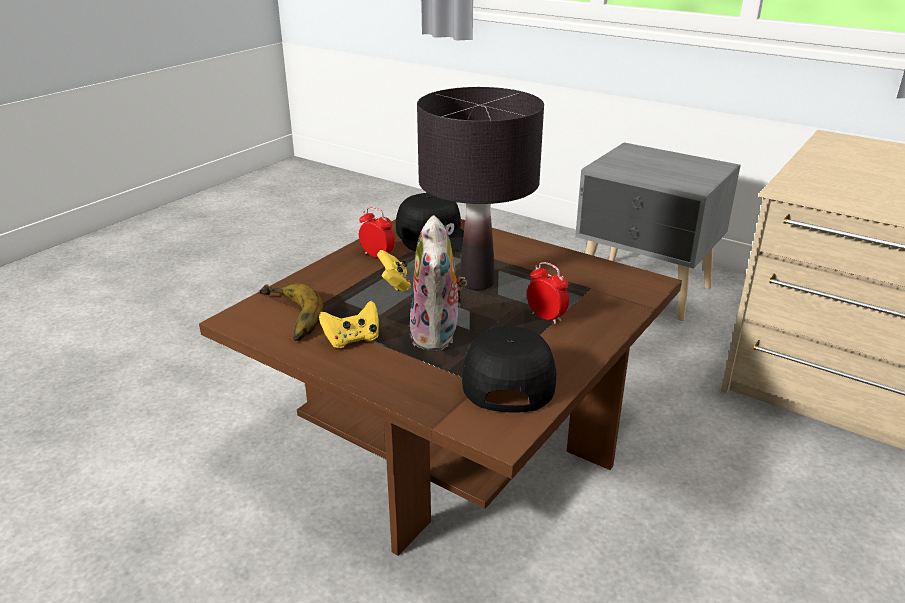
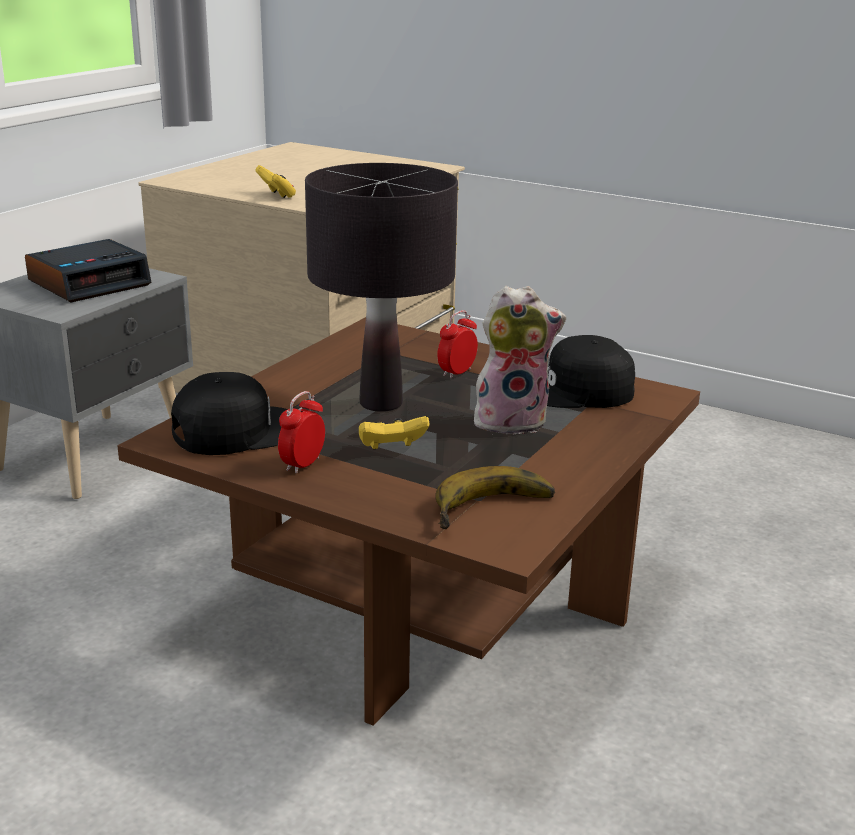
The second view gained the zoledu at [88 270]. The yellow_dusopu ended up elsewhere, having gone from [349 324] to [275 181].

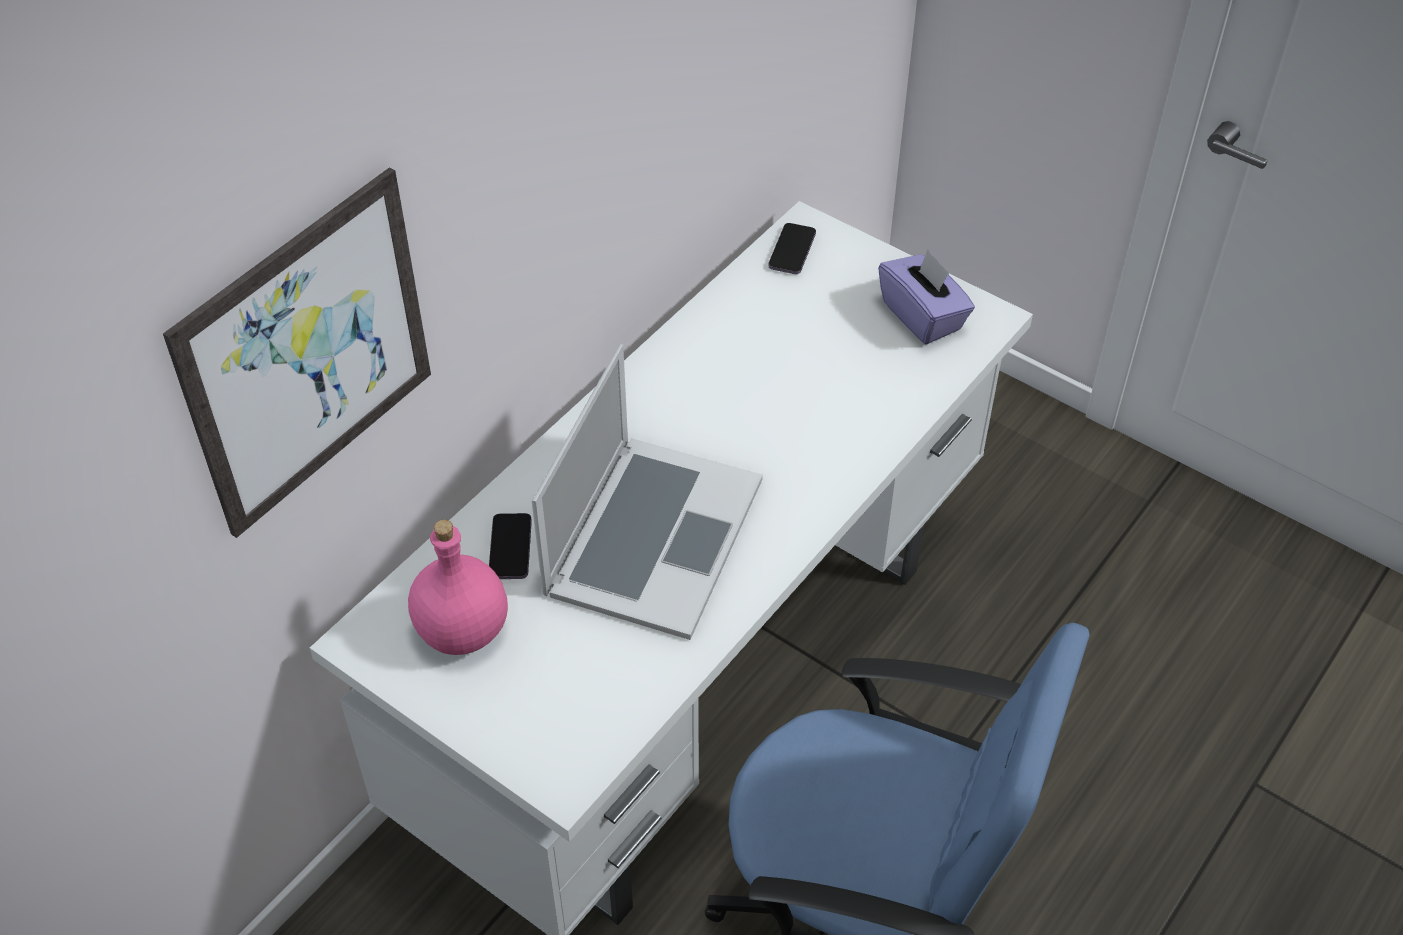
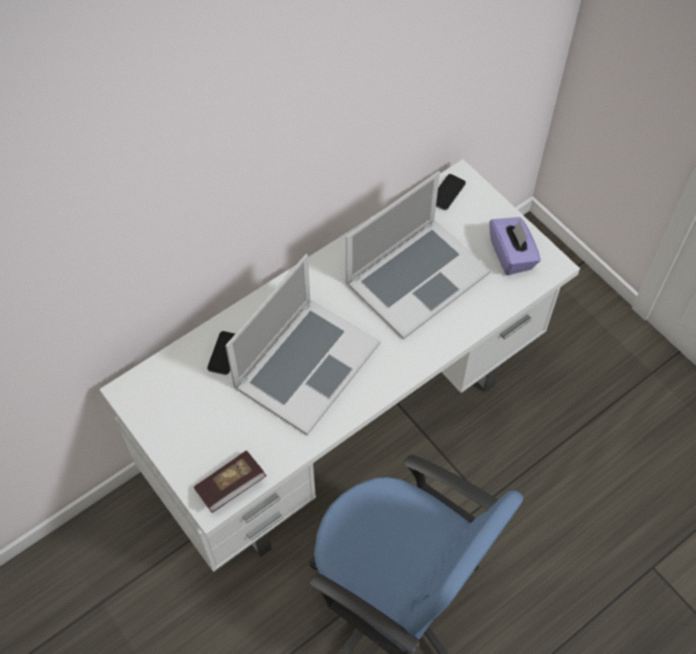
The second view lost the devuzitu at [297 352]. The second view lost the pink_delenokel at [458 587]. The second view gained the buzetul at [230 482]. The second view gained the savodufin at [418 255].

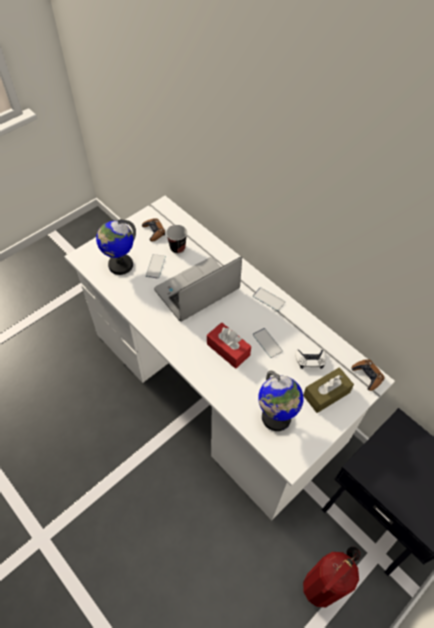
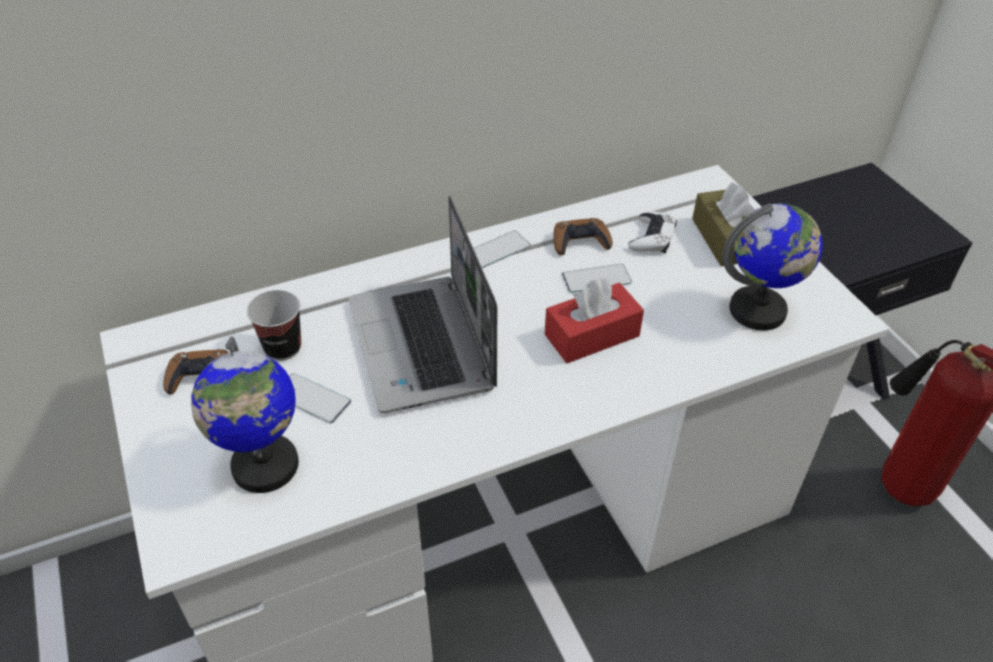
The brown_dusopu ended up elsewhere, having gone from [368 375] to [583 236].

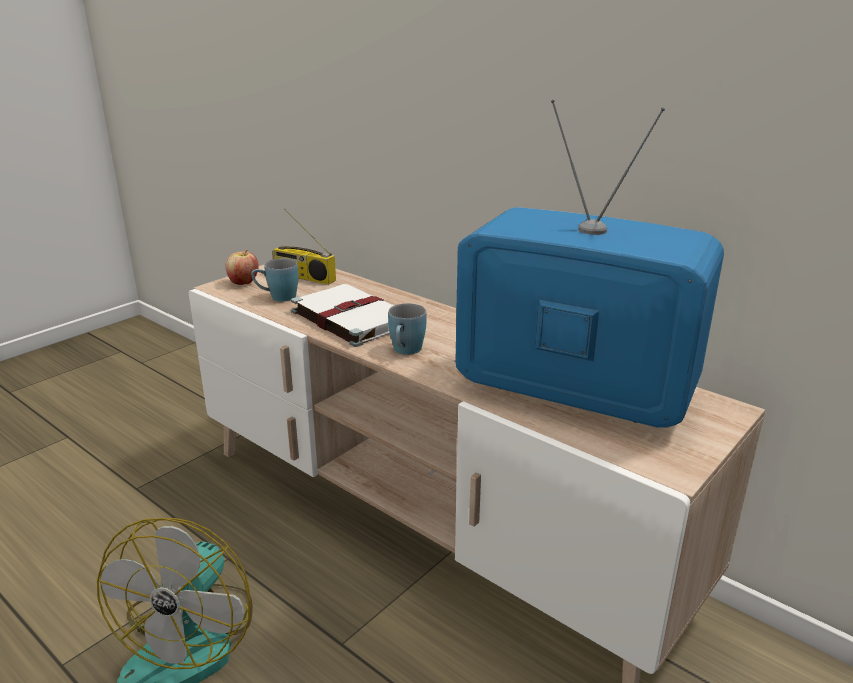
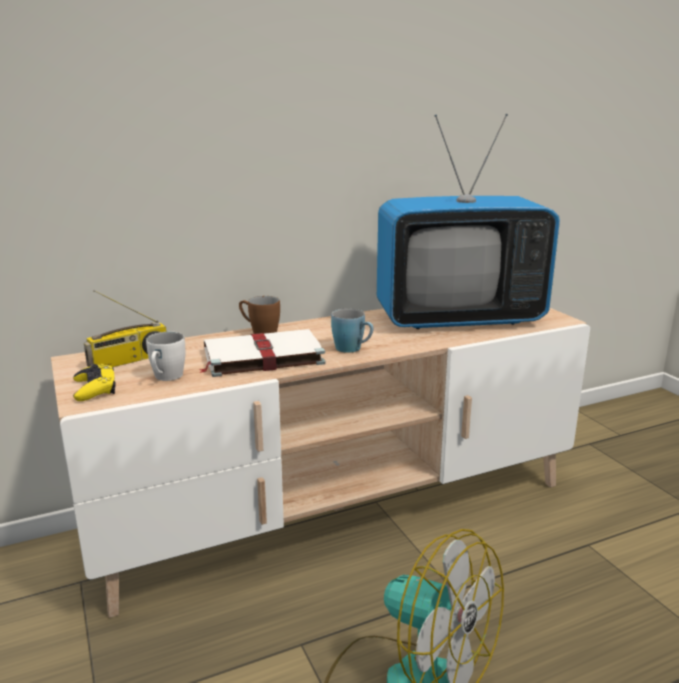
The second view gained the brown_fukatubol at [259 315]. Where the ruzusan stood at [242 267], the yellow_dusopu came to stand at [94 382]. What was the blue_fukatubol at [274 280] turned into the white_fukatubol at [166 356]. The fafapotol at [589 264] ended up facing another way, 150 degrees counterclockwise from before.

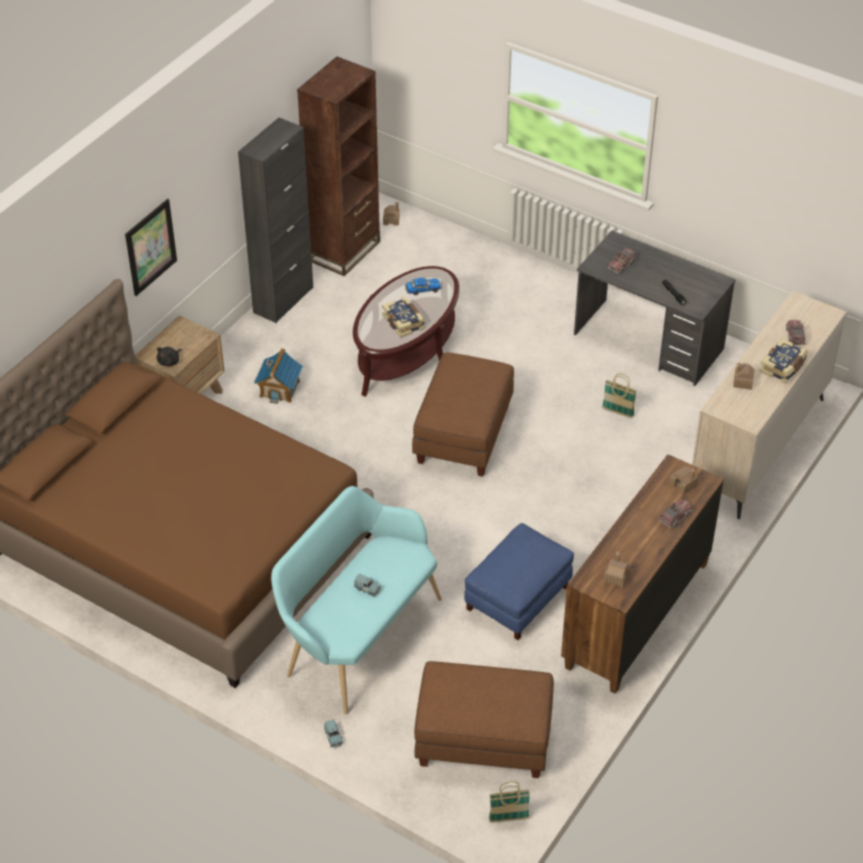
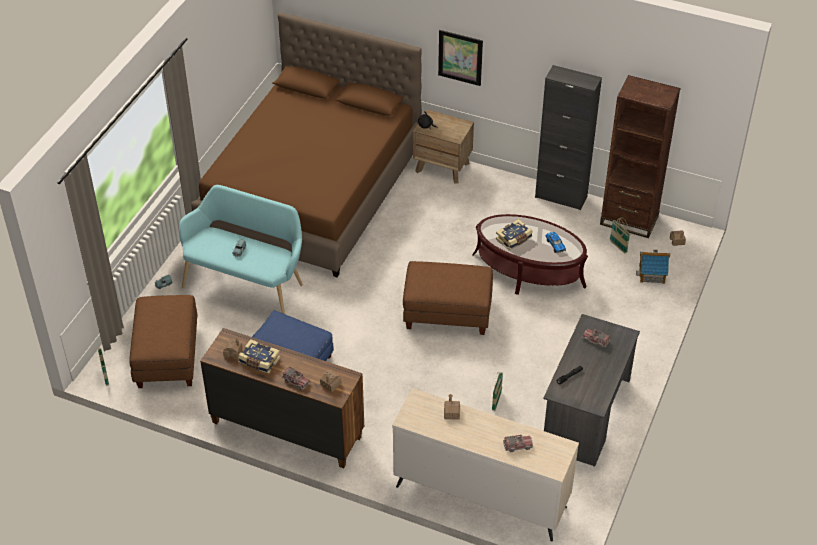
The second view gained the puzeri at [620 235]. The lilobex ended up elsewhere, having gone from [278 376] to [653 266]. The buzetul ended up elsewhere, having gone from [783 360] to [259 356].

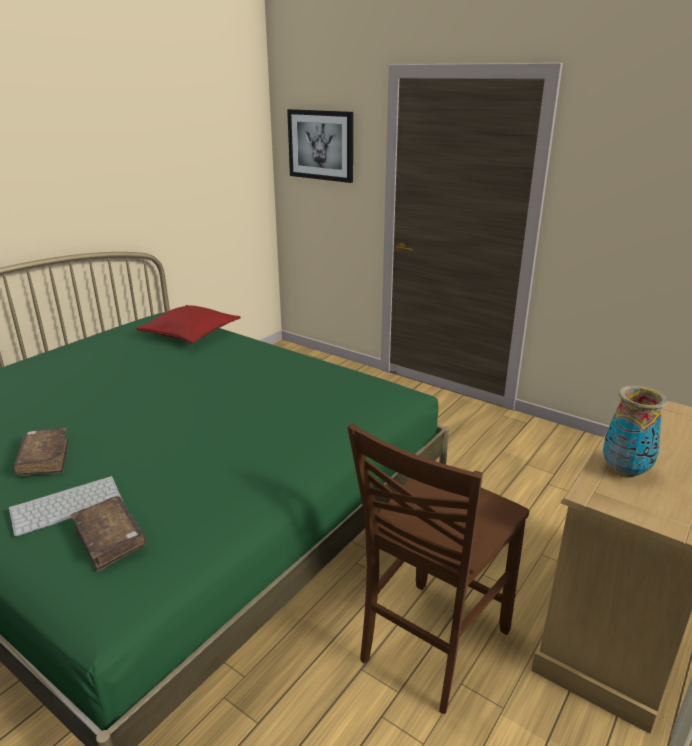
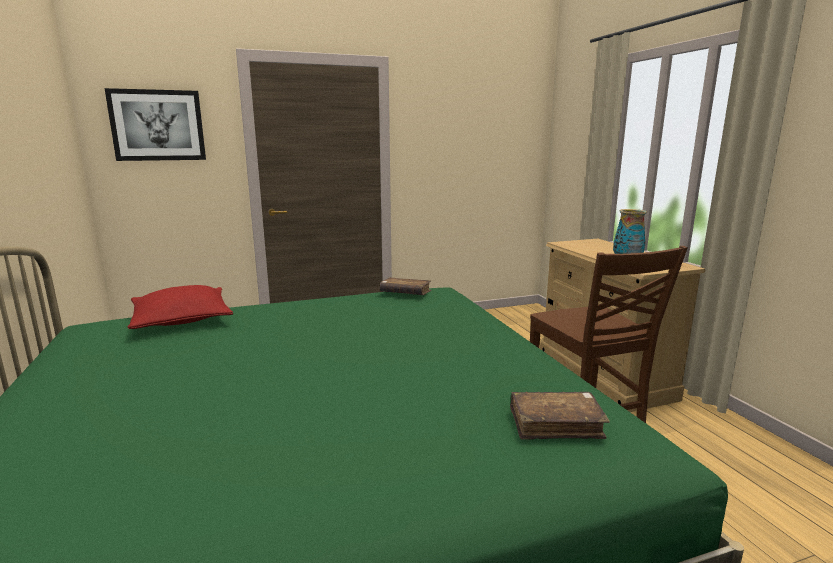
The second view lost the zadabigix at [66 506]. The brown_buzetul ended up elsewhere, having gone from [41 452] to [405 286].

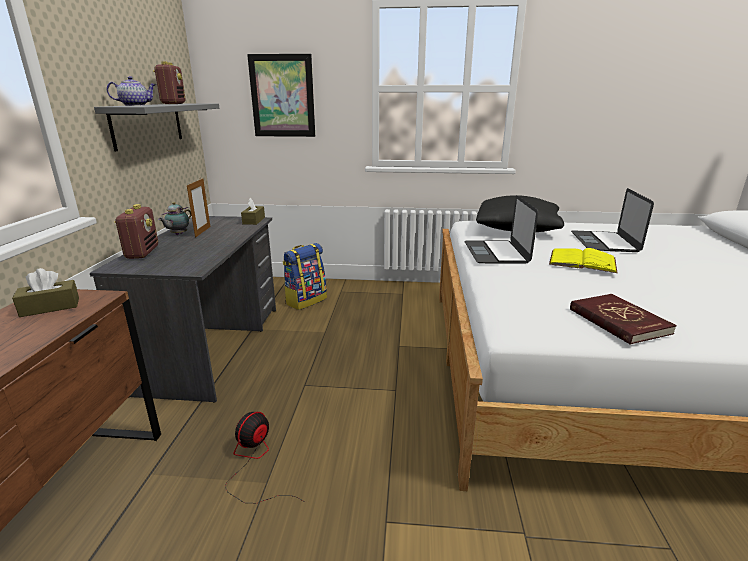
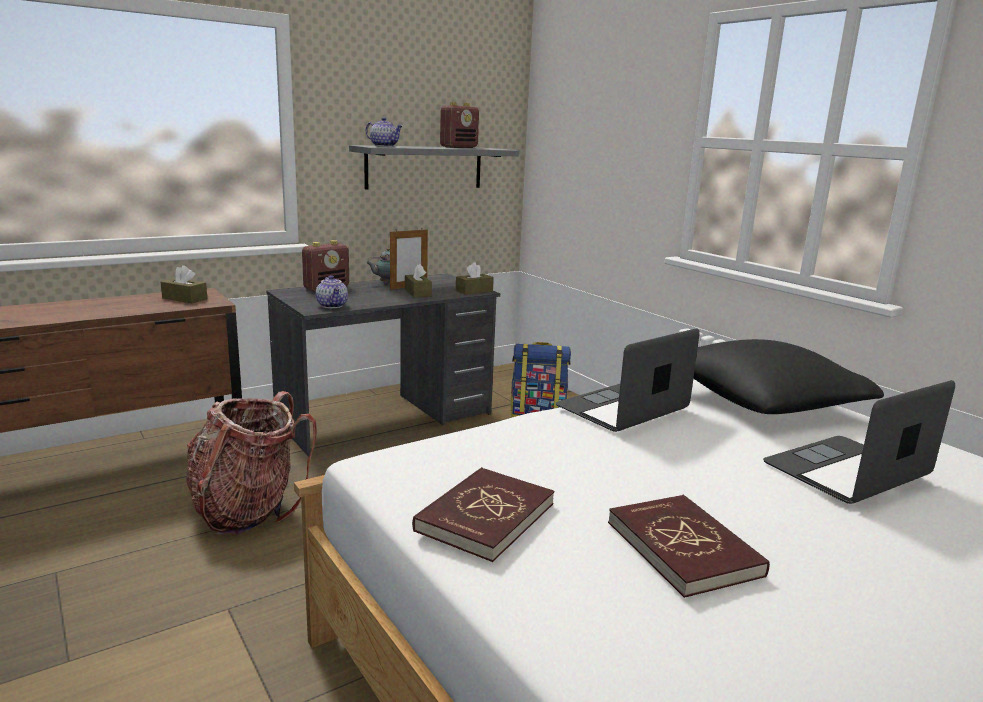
The second view lost the devuzitu at [281 95]. The second view lost the yellow_buzetul at [583 260]. The second view gained the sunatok at [332 291]. The second view gained the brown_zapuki at [418 280]. The second view gained the red_buzetul at [689 546]. Where the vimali stood at [265 457], the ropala came to stand at [252 463].

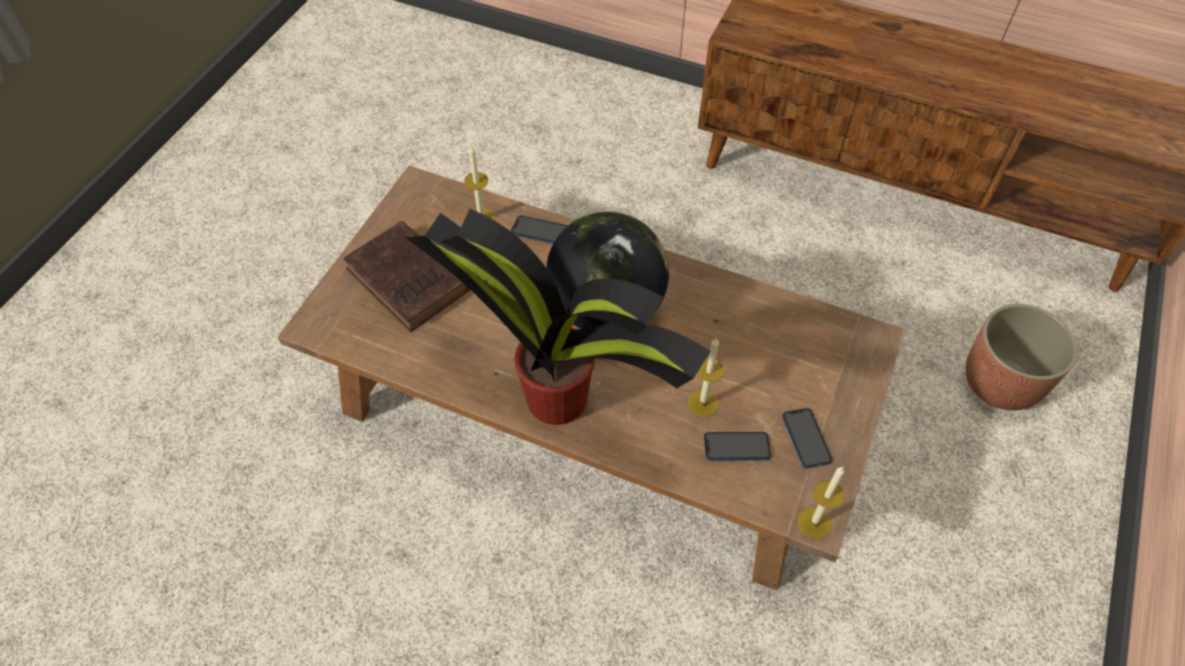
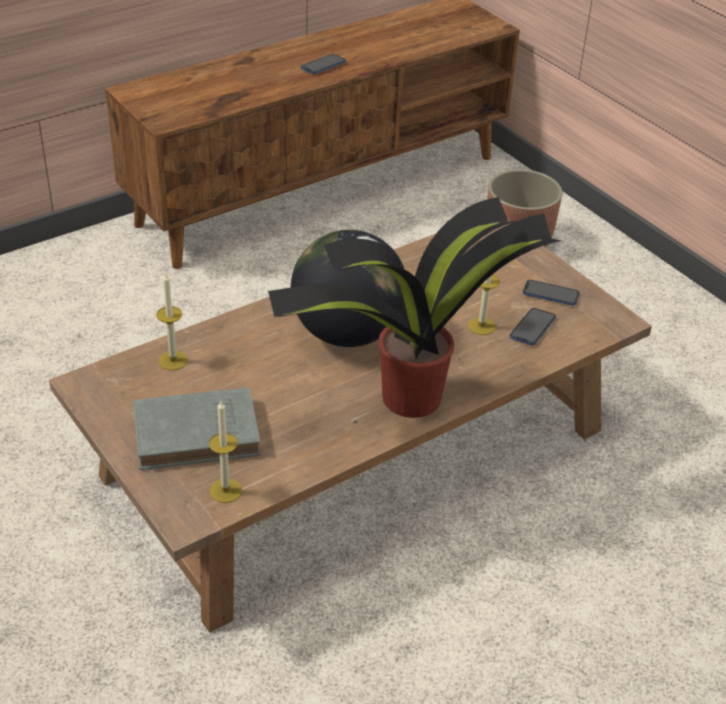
The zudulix ended up elsewhere, having gone from [539 229] to [323 64]. The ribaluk ended up elsewhere, having gone from [820 502] to [225 452]. What was the brown_buzetul at [406 276] turned into the grey_buzetul at [197 428].

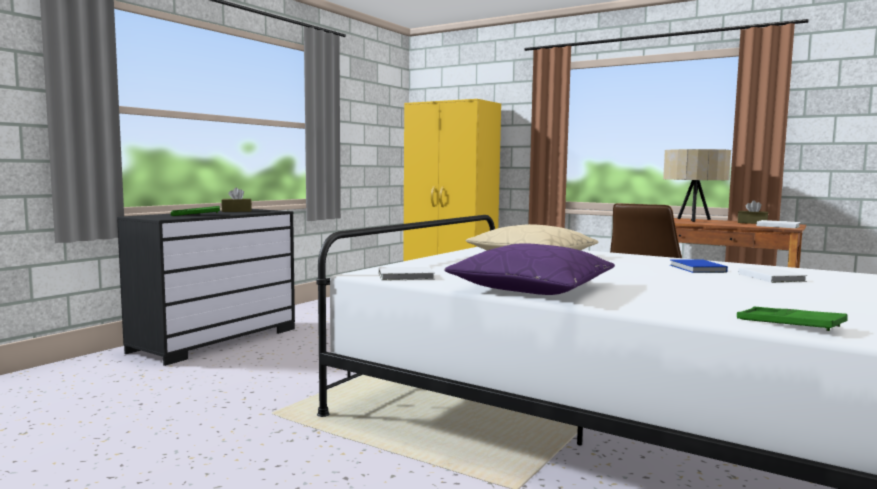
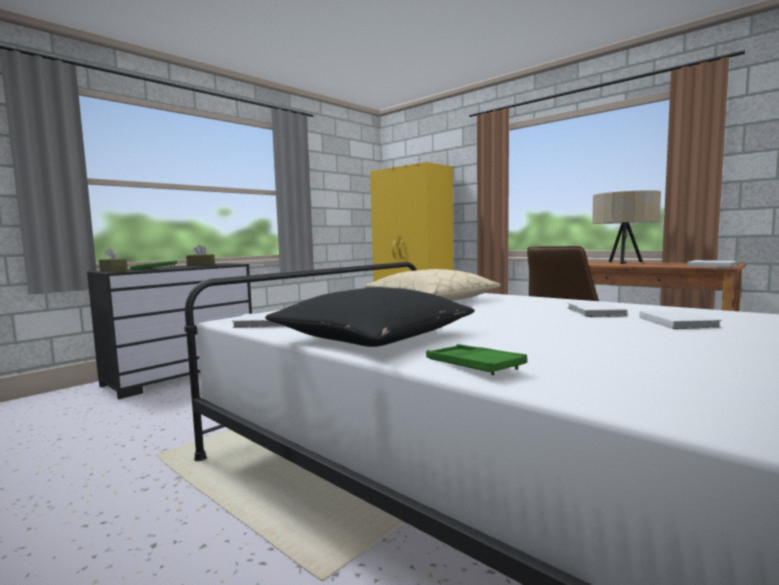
The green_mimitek ended up elsewhere, having gone from [792 319] to [476 359]. The brown_zapuki ended up elsewhere, having gone from [753 212] to [113 260]. What was the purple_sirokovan at [529 269] turned into the black_sirokovan at [369 317]. What was the blue_buzetul at [699 266] turned into the white_buzetul at [597 309].

